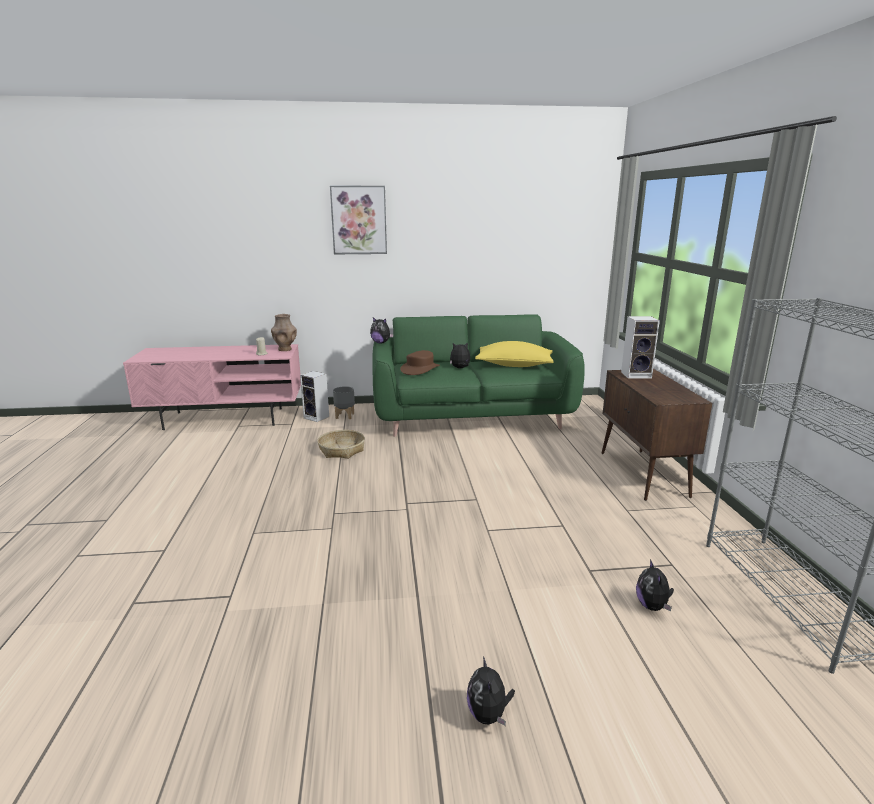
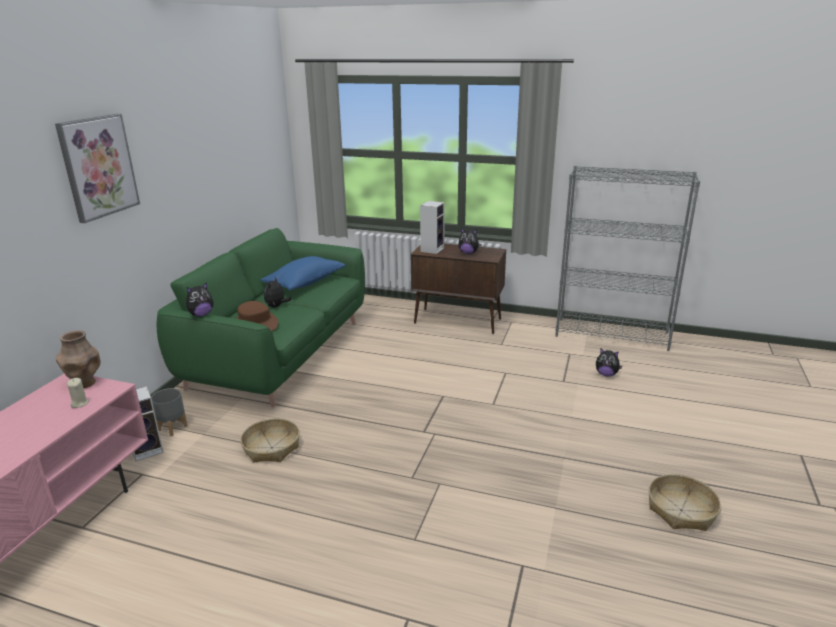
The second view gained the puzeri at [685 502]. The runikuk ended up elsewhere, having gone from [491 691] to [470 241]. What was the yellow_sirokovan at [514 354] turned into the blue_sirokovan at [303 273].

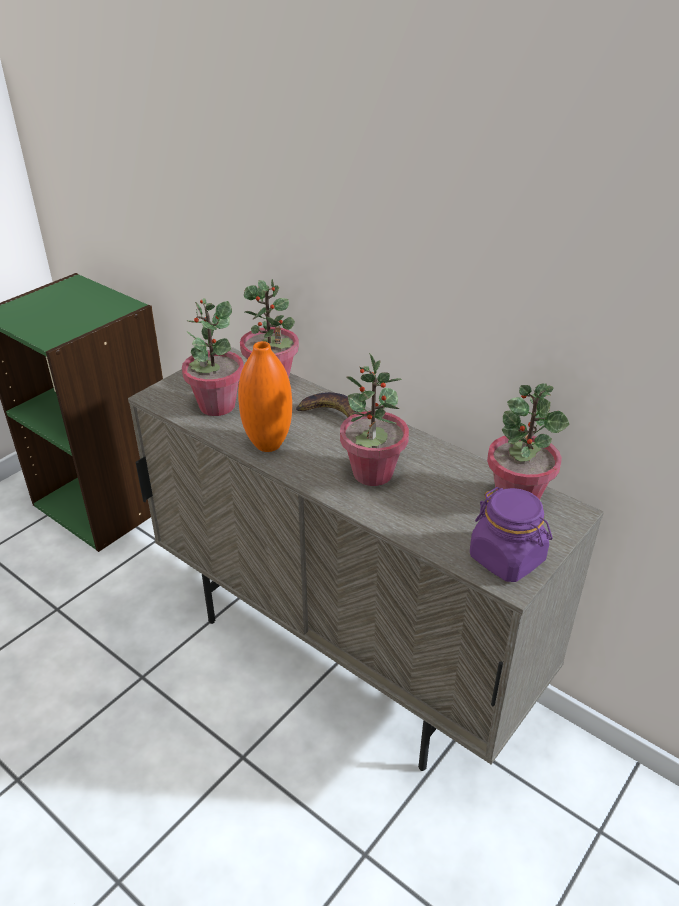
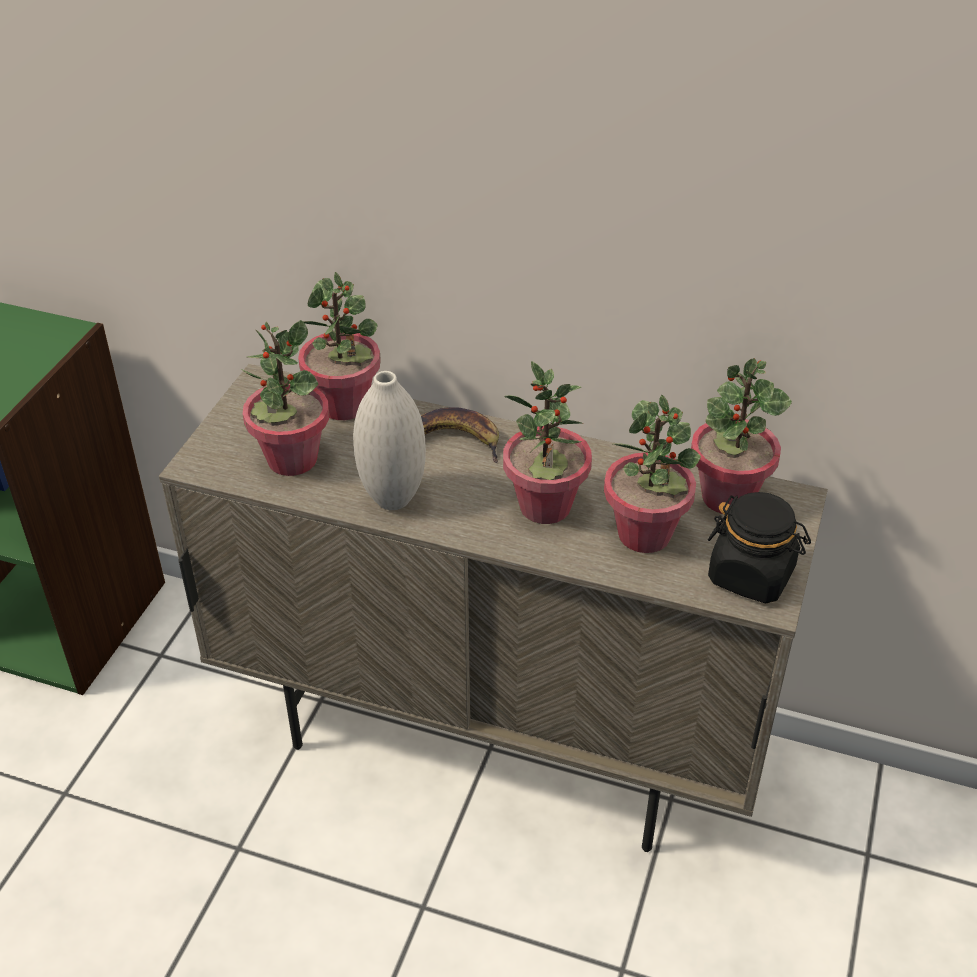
The second view gained the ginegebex at [652 473]. What was the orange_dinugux at [265 396] turned into the white_dinugux at [389 440]. What was the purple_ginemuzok at [511 534] turned into the black_ginemuzok at [759 547].

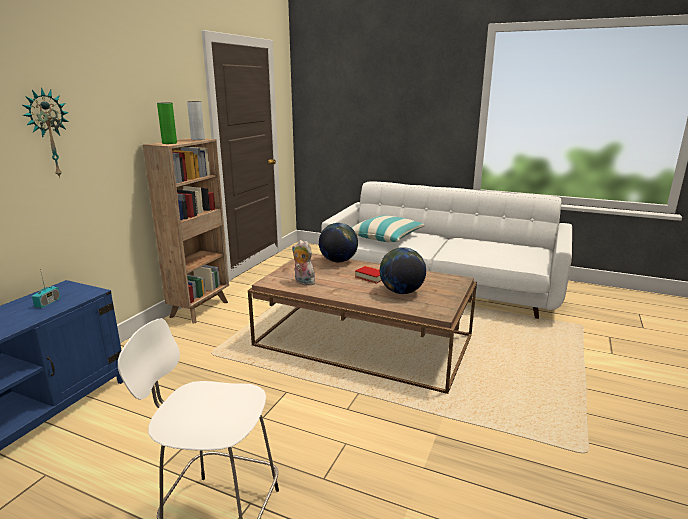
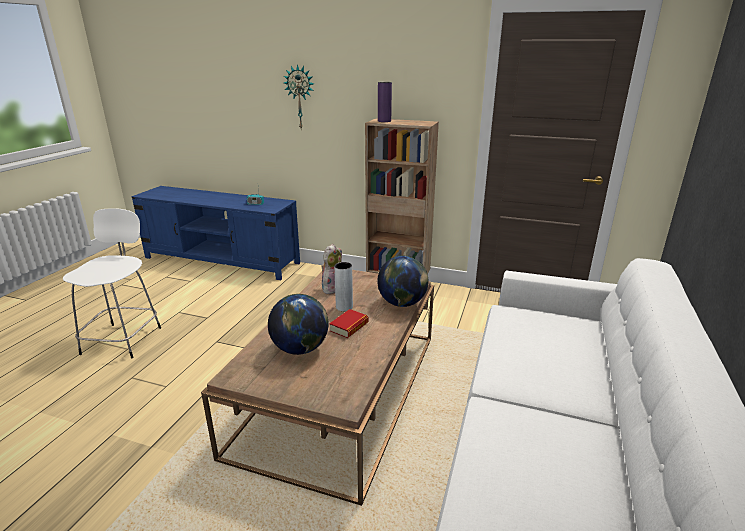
The second view lost the sirokovan at [388 228]. The grey_dinugux ended up elsewhere, having gone from [196 120] to [343 286]. What was the green_dinugux at [167 123] turned into the purple_dinugux at [385 102].

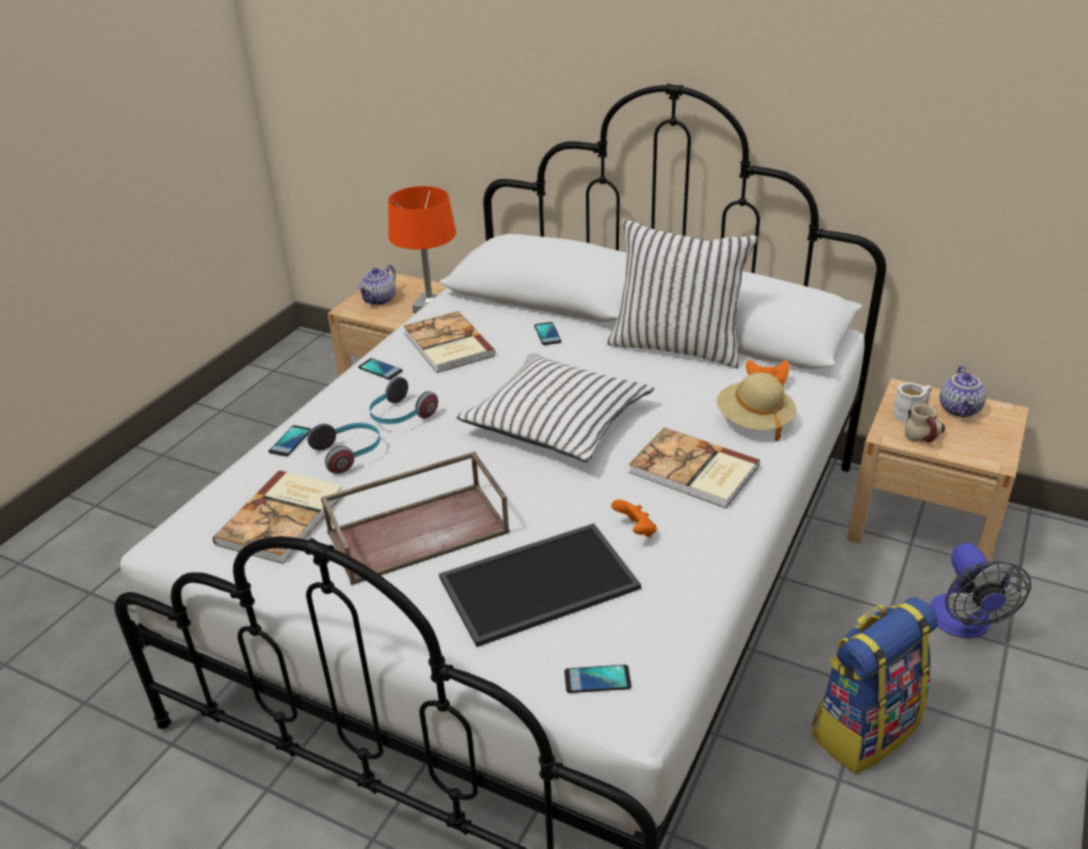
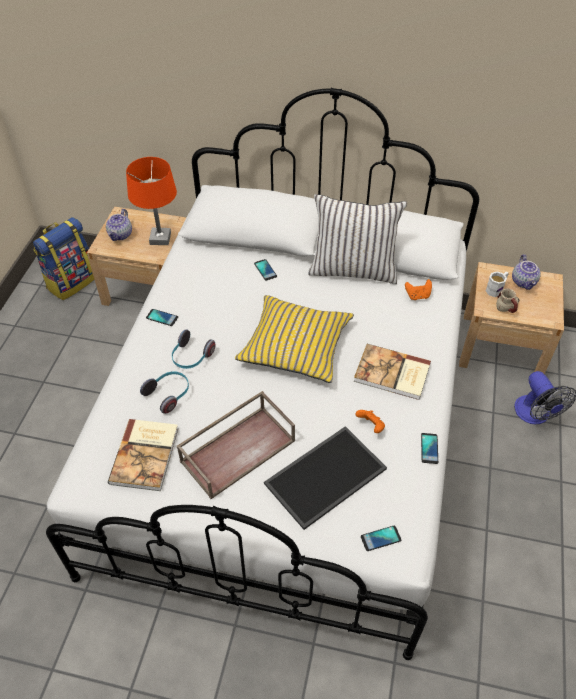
The second view lost the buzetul at [449 342]. The second view lost the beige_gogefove at [756 406]. The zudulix ended up elsewhere, having gone from [290 440] to [429 448]. The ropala ended up elsewhere, having gone from [875 685] to [63 258]. What was the white_sirokovan at [555 407] turned into the yellow_sirokovan at [294 339].

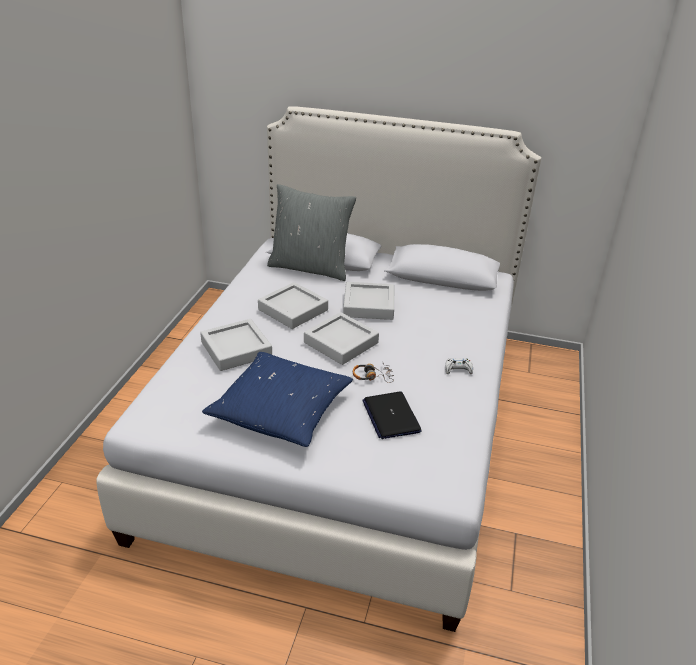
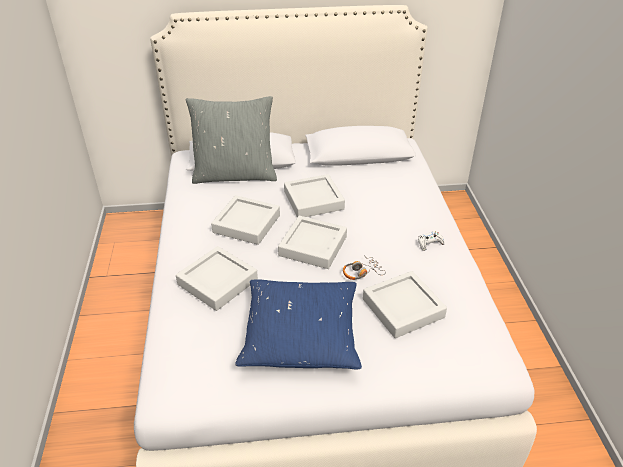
Where the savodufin stood at [392 415], the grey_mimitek came to stand at [405 304].

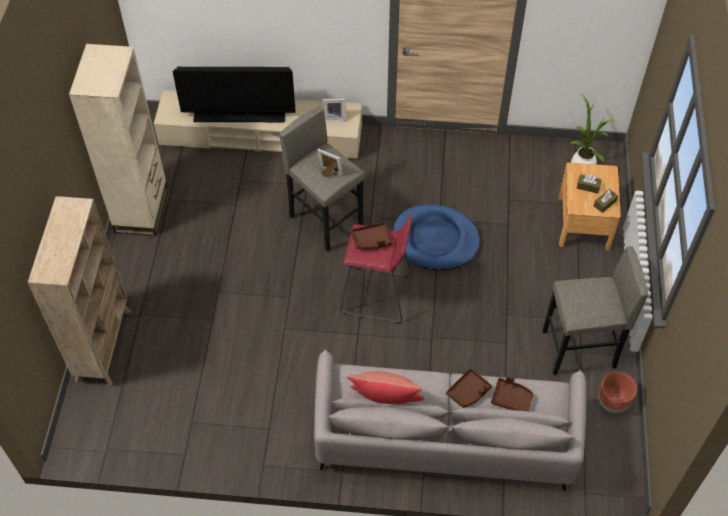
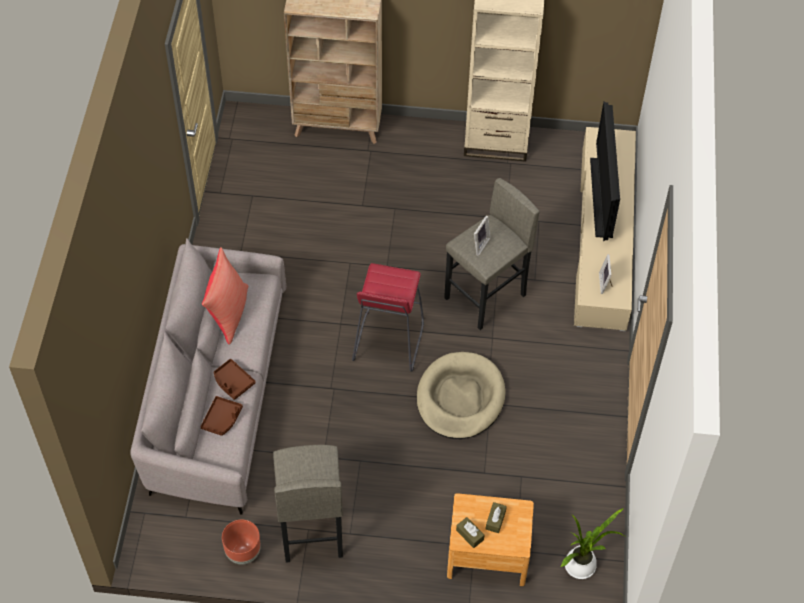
The second view lost the brown_mimitek at [371 236]. What was the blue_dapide at [436 237] turned into the beige_dapide at [461 395].

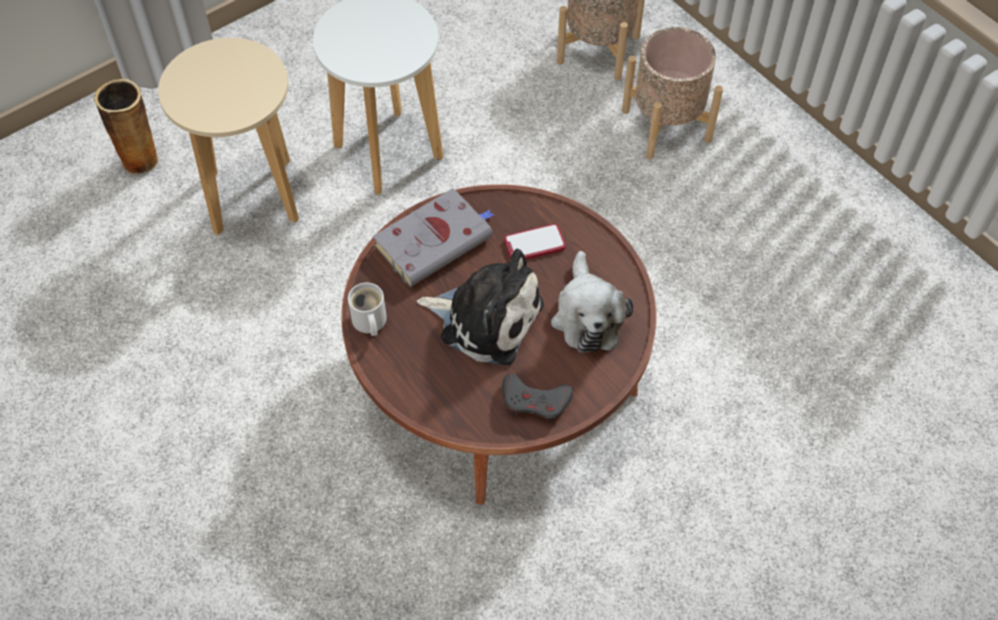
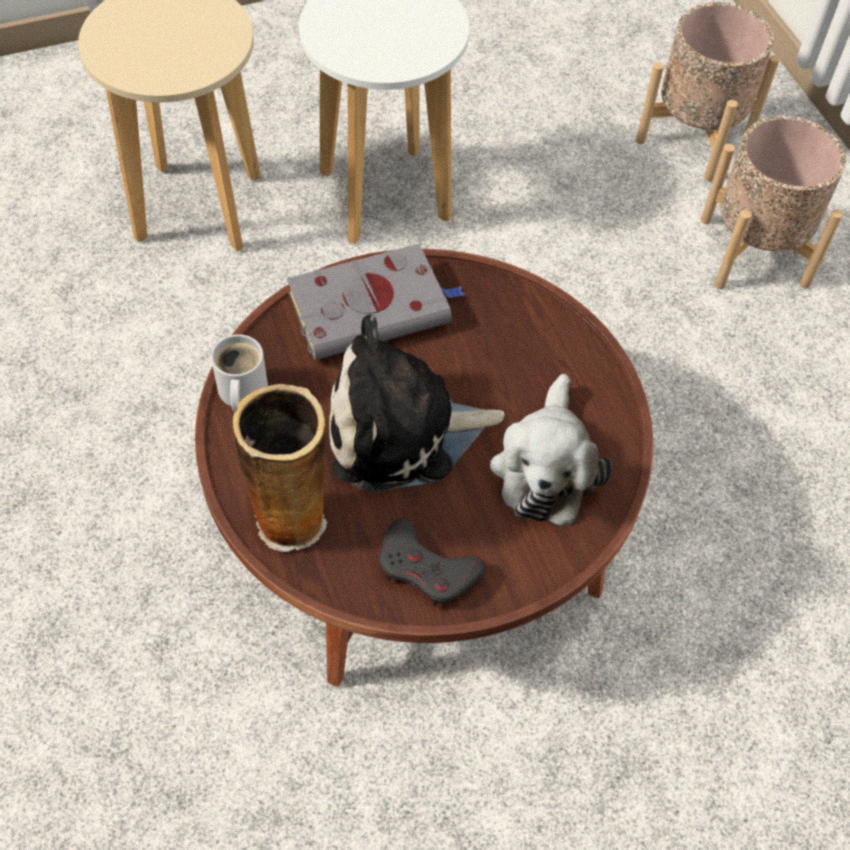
The second view lost the zudulix at [535 242]. The dinugux ended up elsewhere, having gone from [127 127] to [280 468]. The runikuk at [480 307] ended up facing another way, 135 degrees clockwise from before.

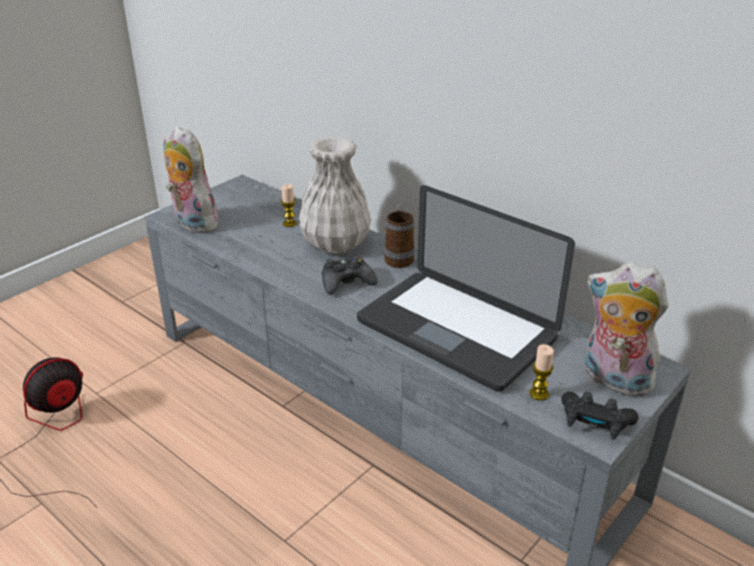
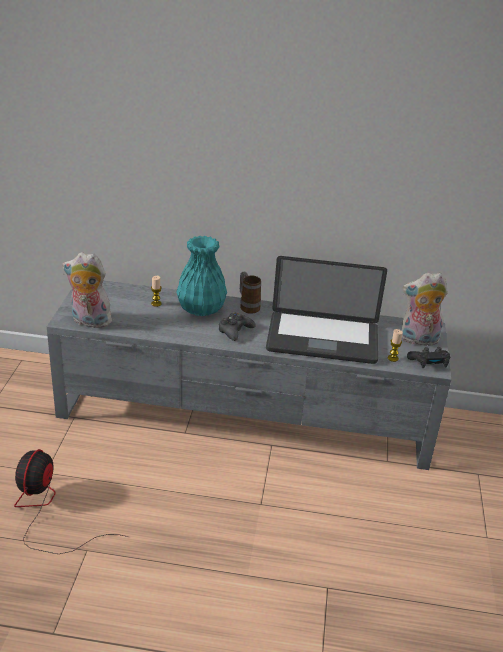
What was the white_dinugux at [335 195] turned into the turquoise_dinugux at [201 276].

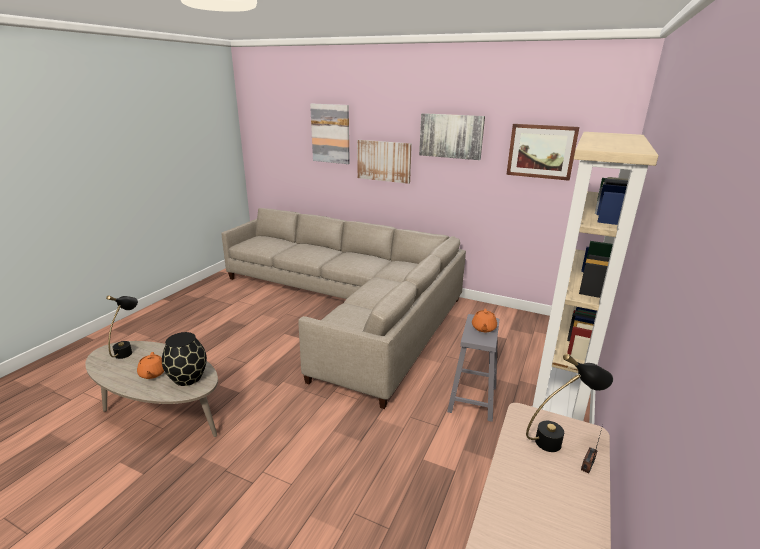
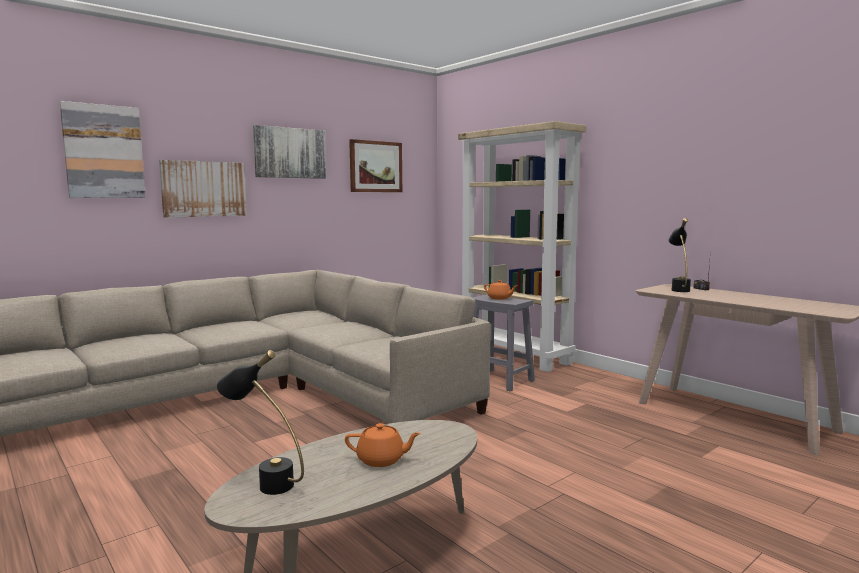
The second view lost the black_dinugux at [184 359].

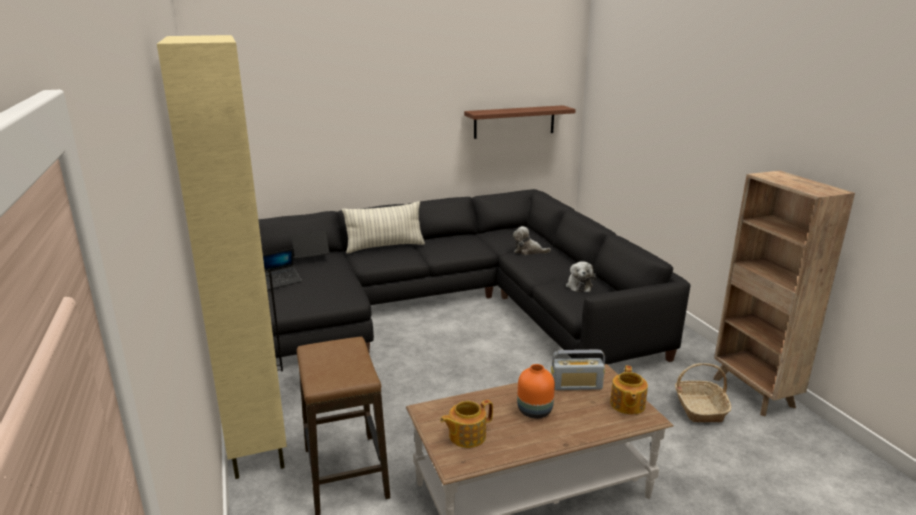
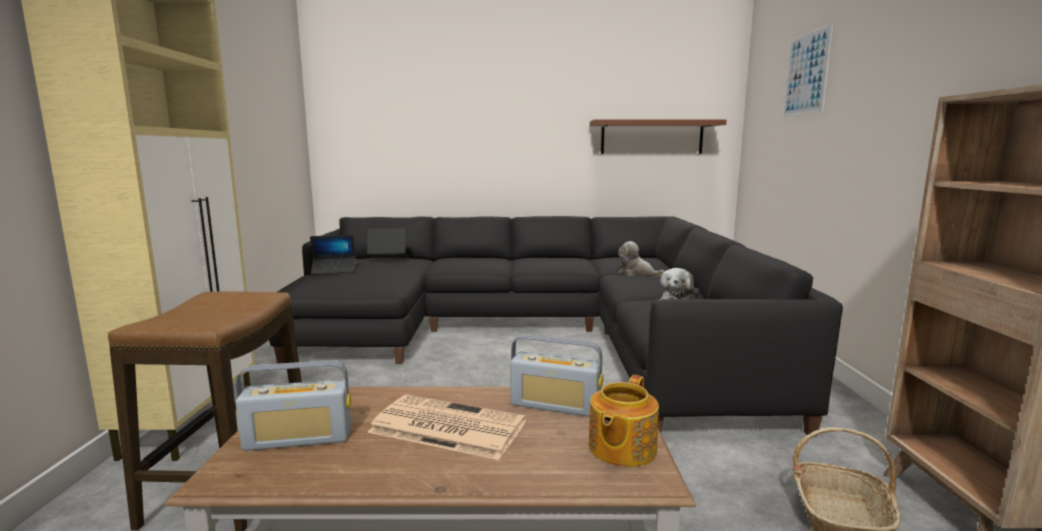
The second view lost the sirokovan at [383 227]. The second view gained the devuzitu at [807 70]. Where the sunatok stood at [466 424], the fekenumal came to stand at [293 405]. Where the orange_dinugux stood at [536 391], the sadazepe came to stand at [447 427].

